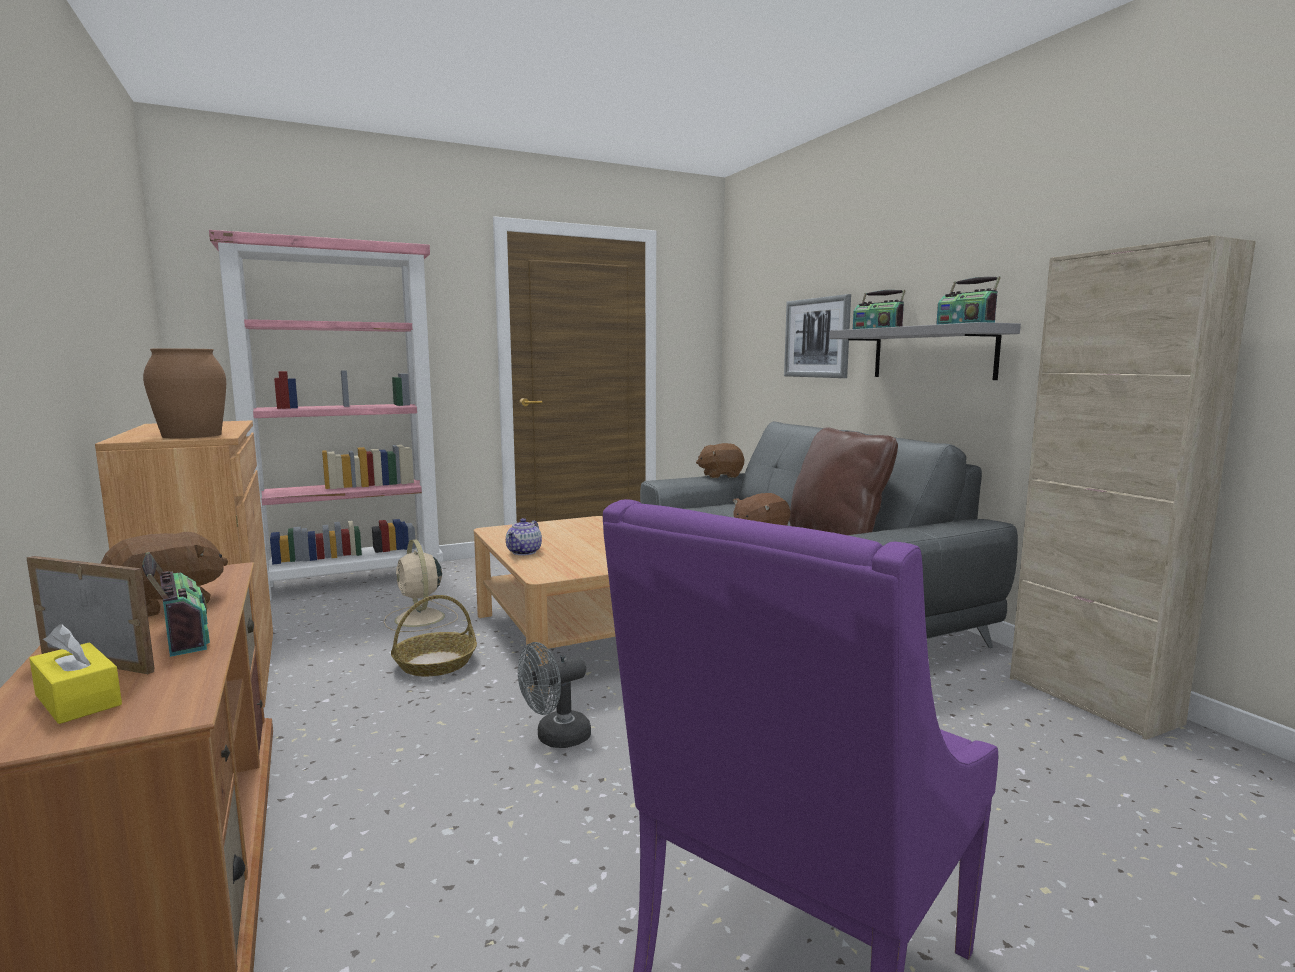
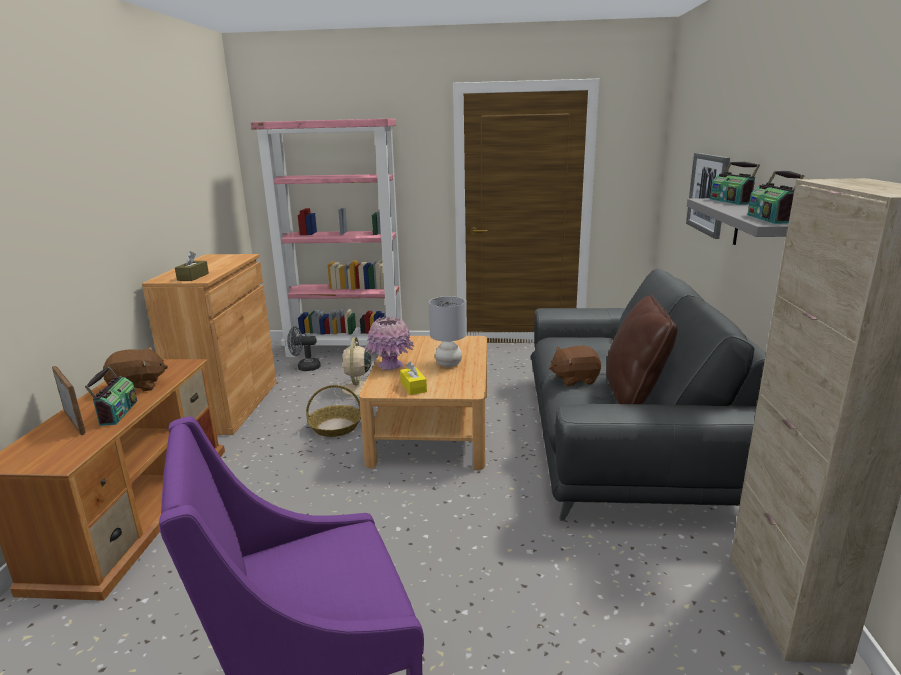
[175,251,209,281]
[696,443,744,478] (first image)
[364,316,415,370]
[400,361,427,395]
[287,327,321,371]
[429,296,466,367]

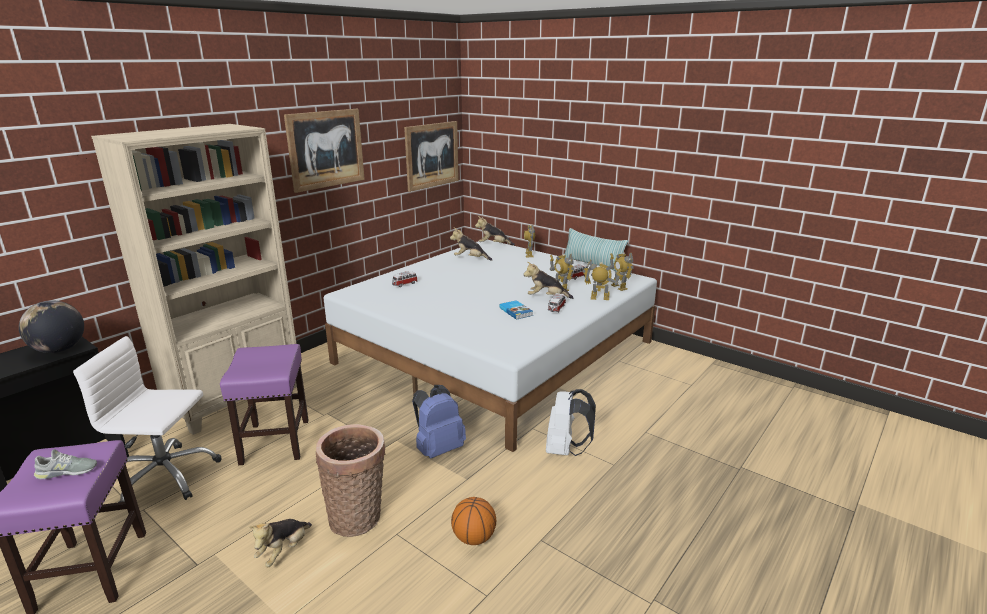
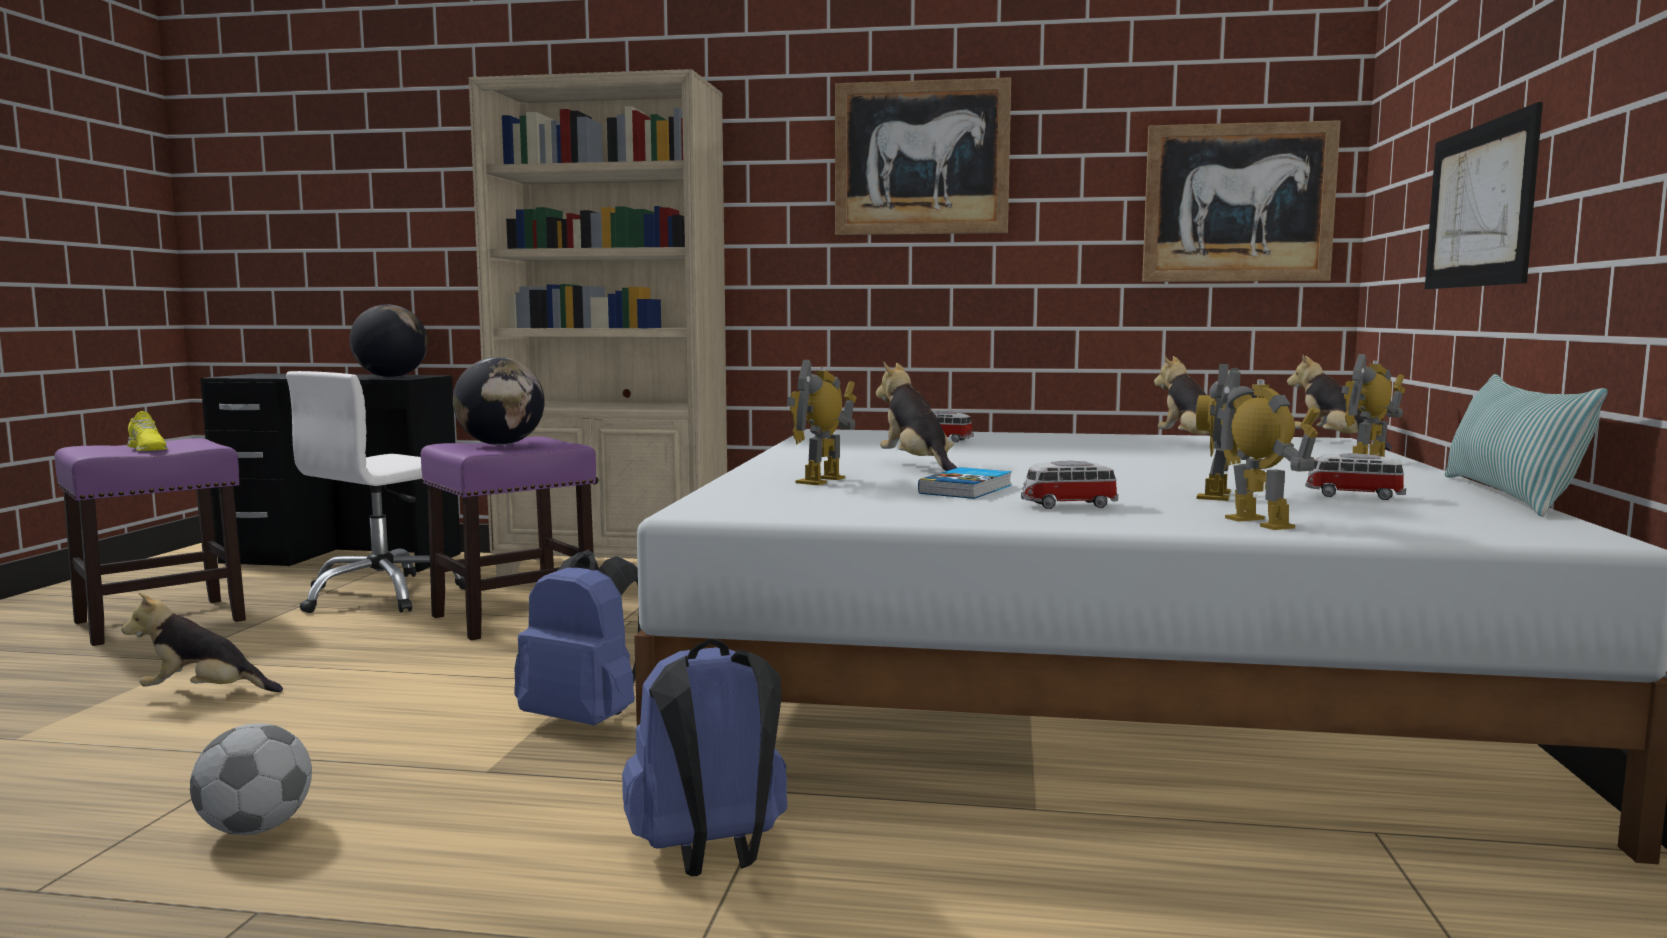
[787,360,857,485]
[876,362,957,471]
[286,371,465,613]
[622,638,787,876]
[316,424,386,537] (first image)
[127,411,167,451]
[190,723,312,835]
[1425,102,1543,289]
[453,357,544,445]

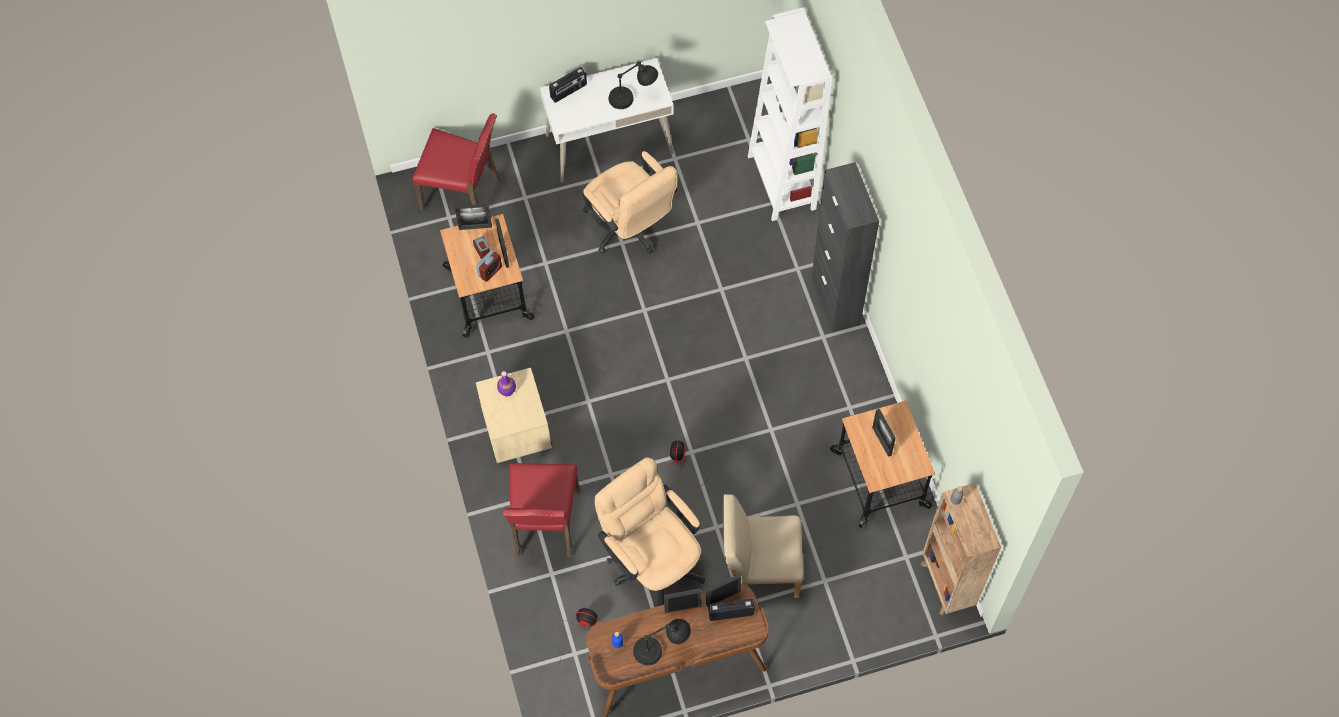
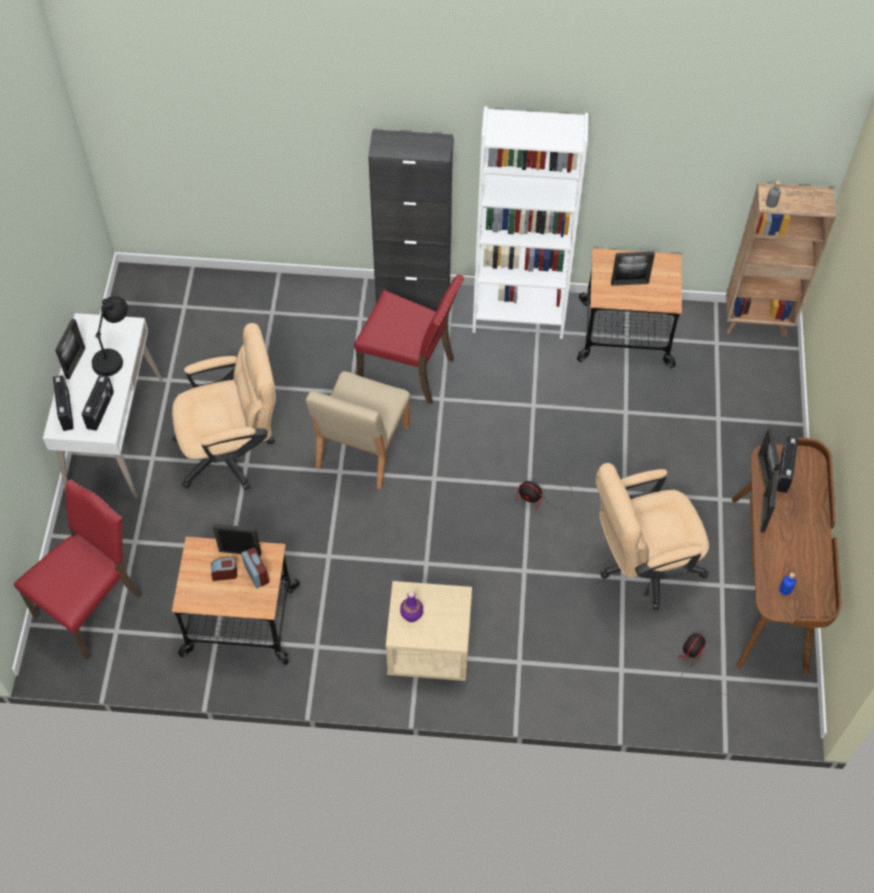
[472,106,589,339]
[55,319,85,379]
[354,274,464,404]
[306,371,410,490]
[633,619,691,665] (first image)
[82,375,114,431]

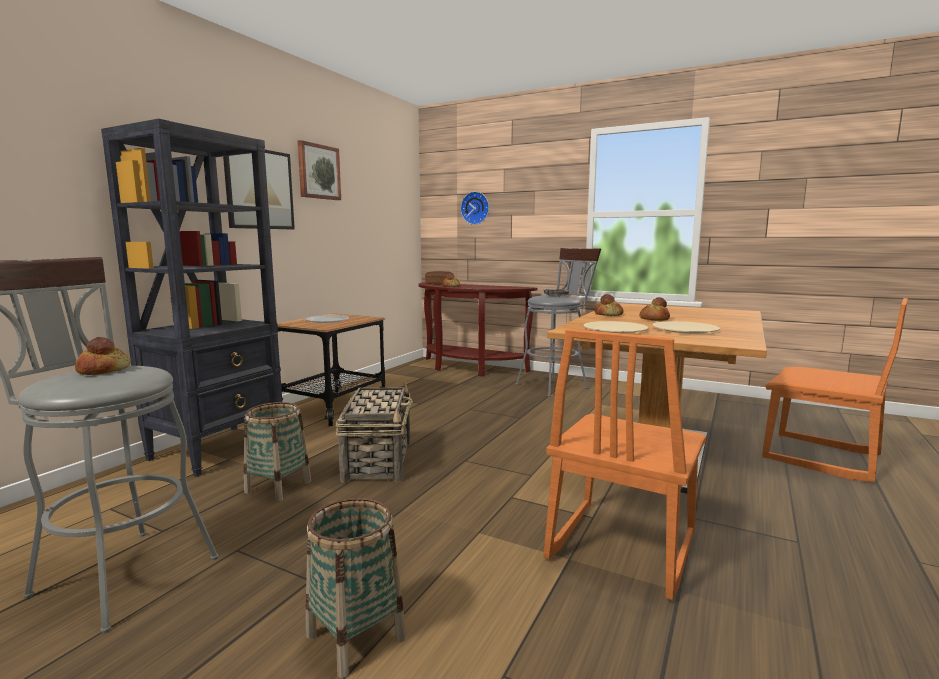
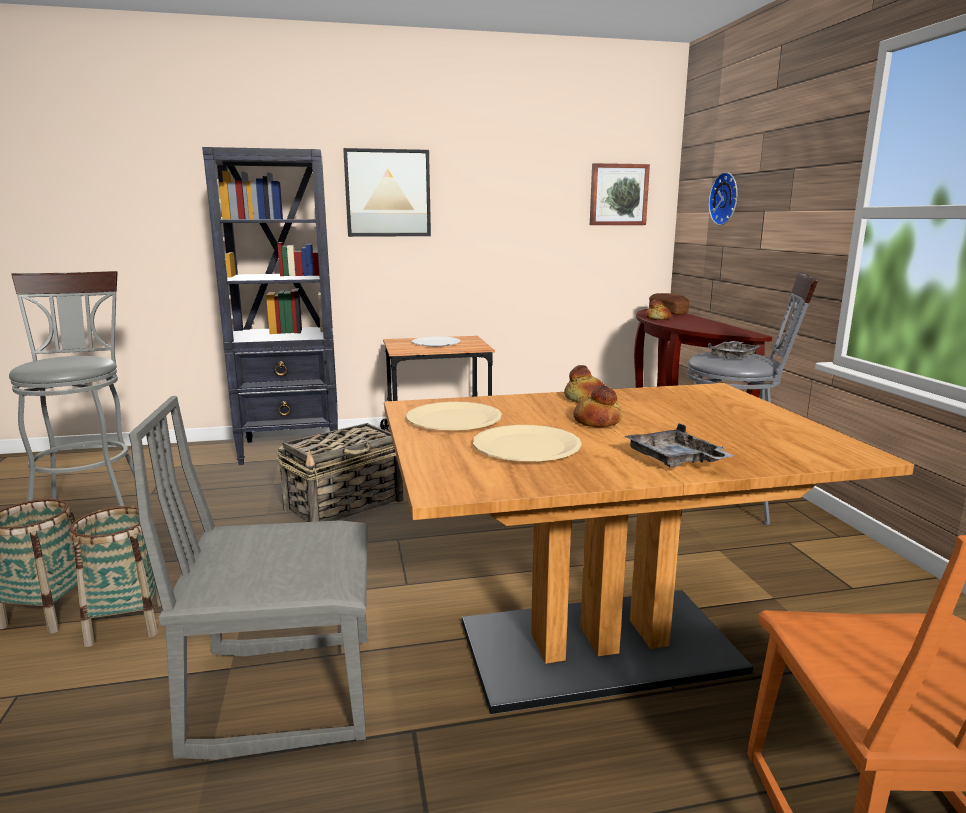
[590,163,650,225]
[129,396,368,760]
[75,337,131,375] (first image)
[69,506,161,647]
[624,424,734,467]

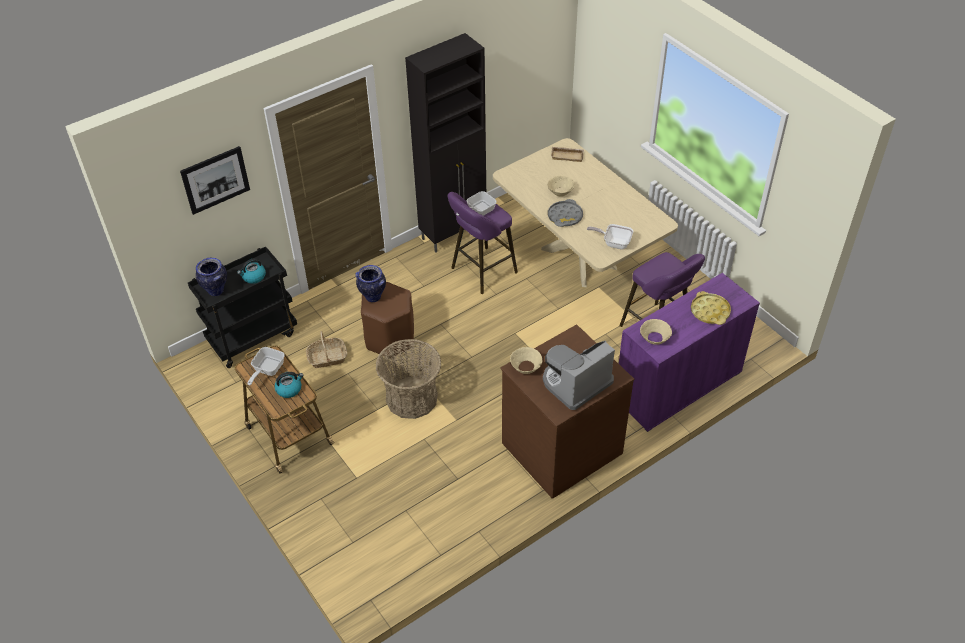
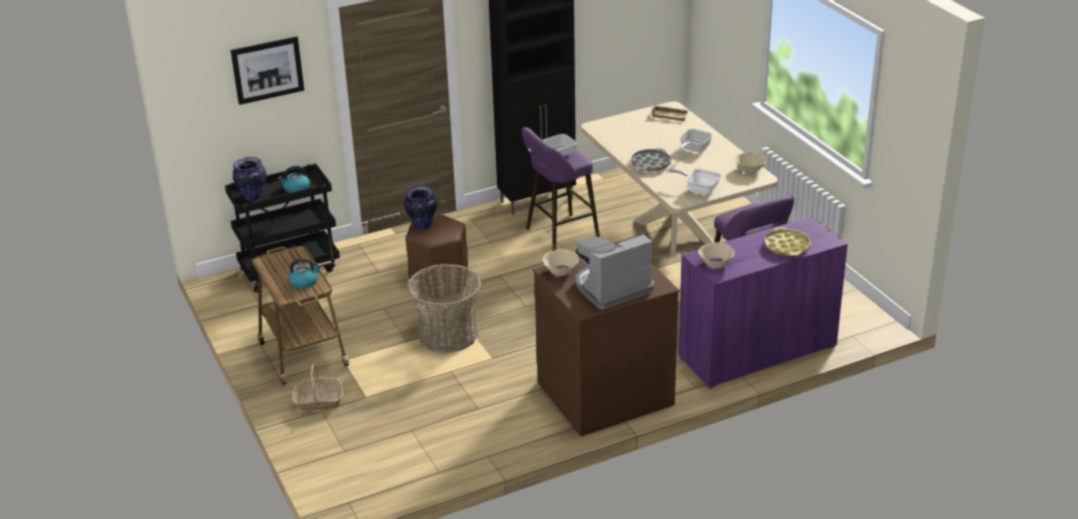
[735,152,767,173]
[292,364,343,411]
[678,129,713,152]

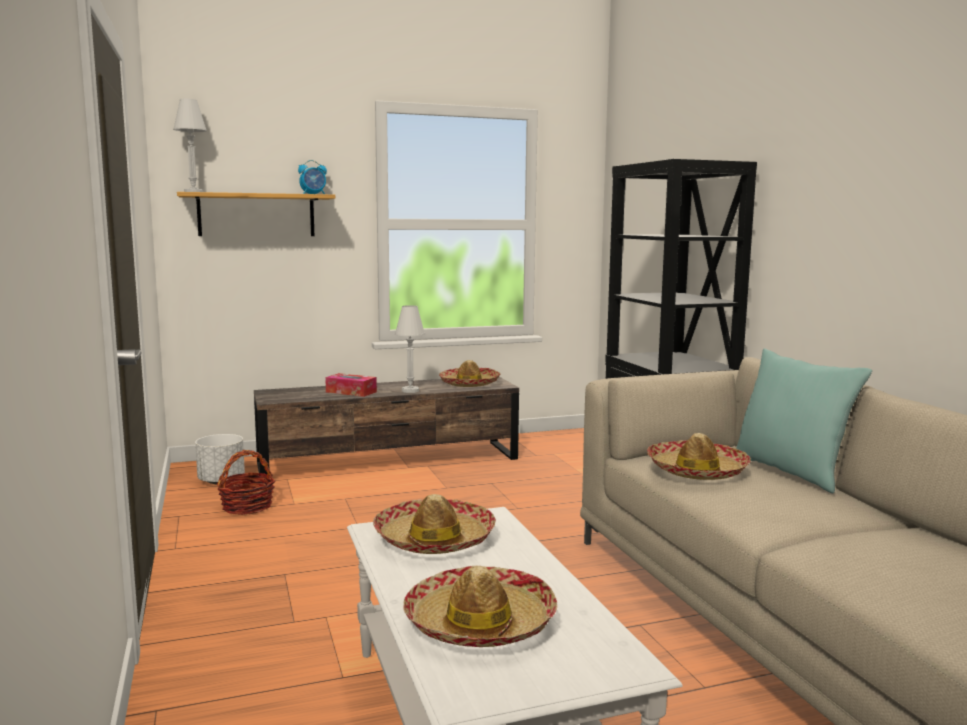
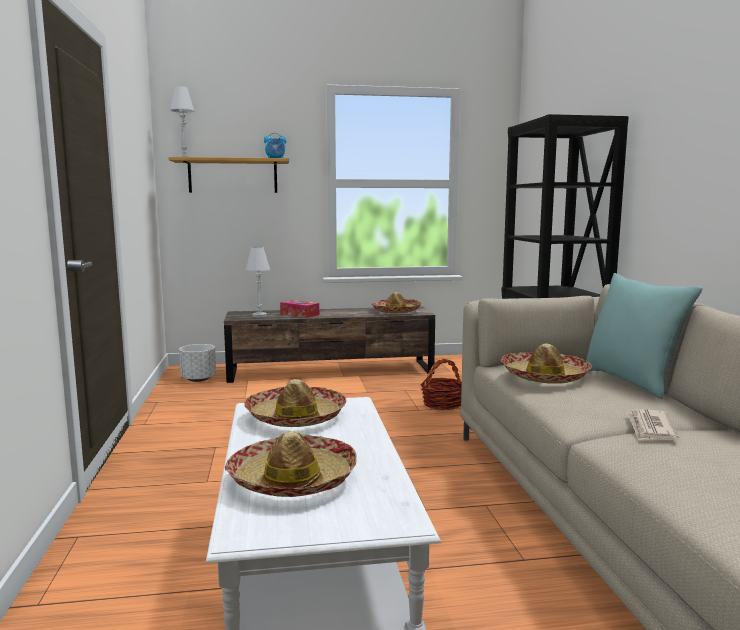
[246,247,270,317]
[420,359,462,410]
[627,409,679,441]

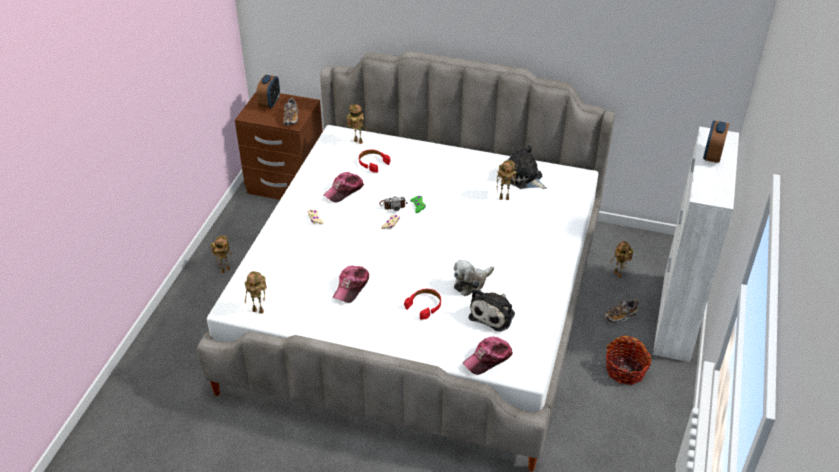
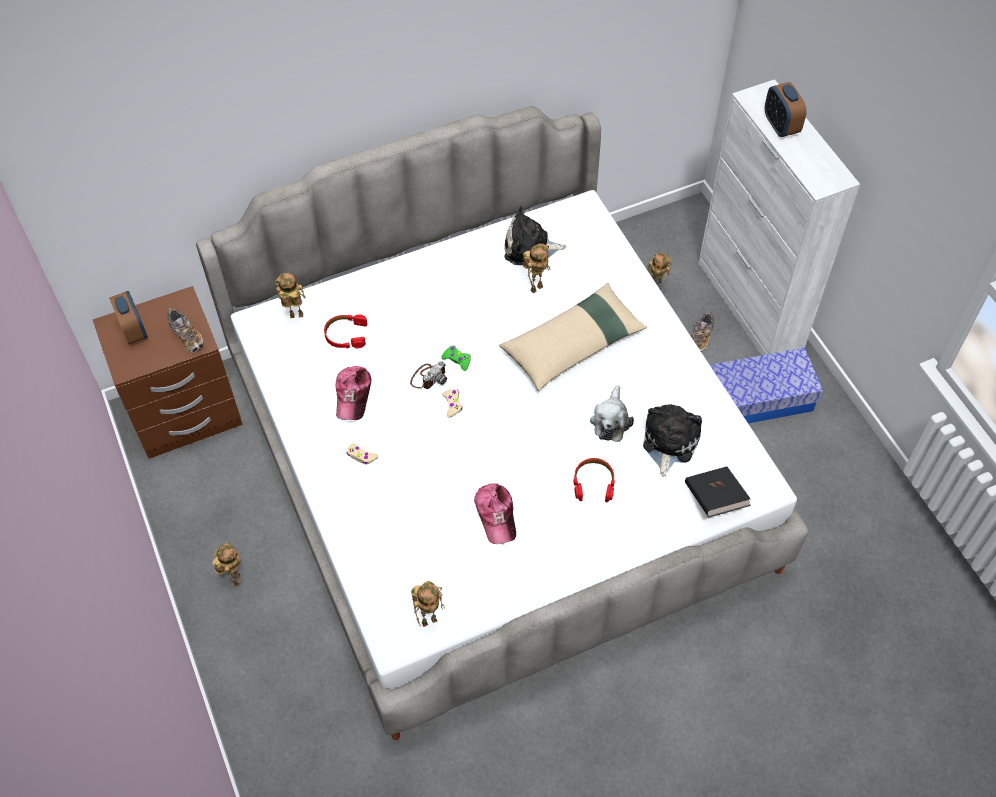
[643,404,702,477]
[710,347,824,423]
[685,466,751,517]
[499,283,647,391]

